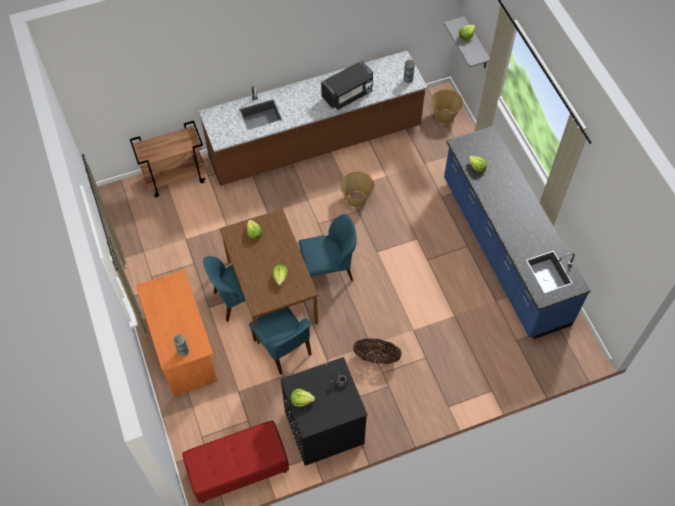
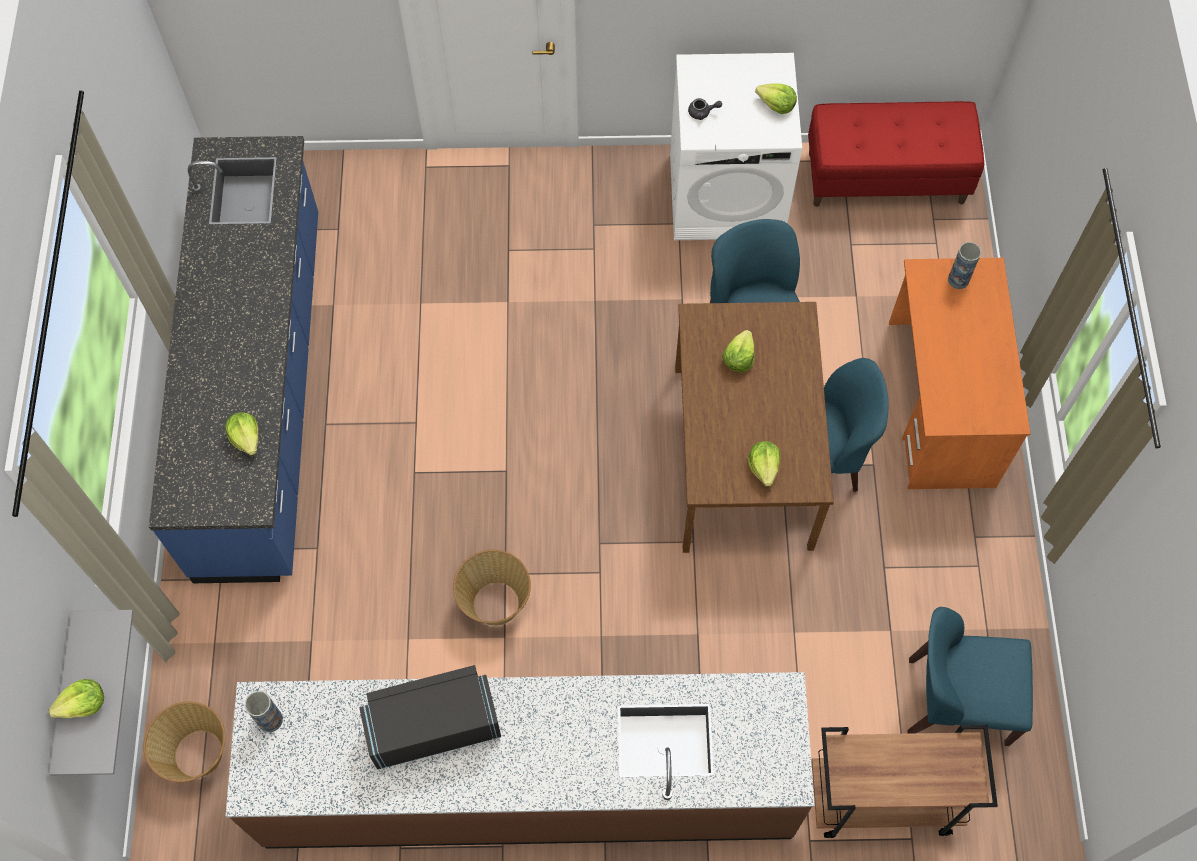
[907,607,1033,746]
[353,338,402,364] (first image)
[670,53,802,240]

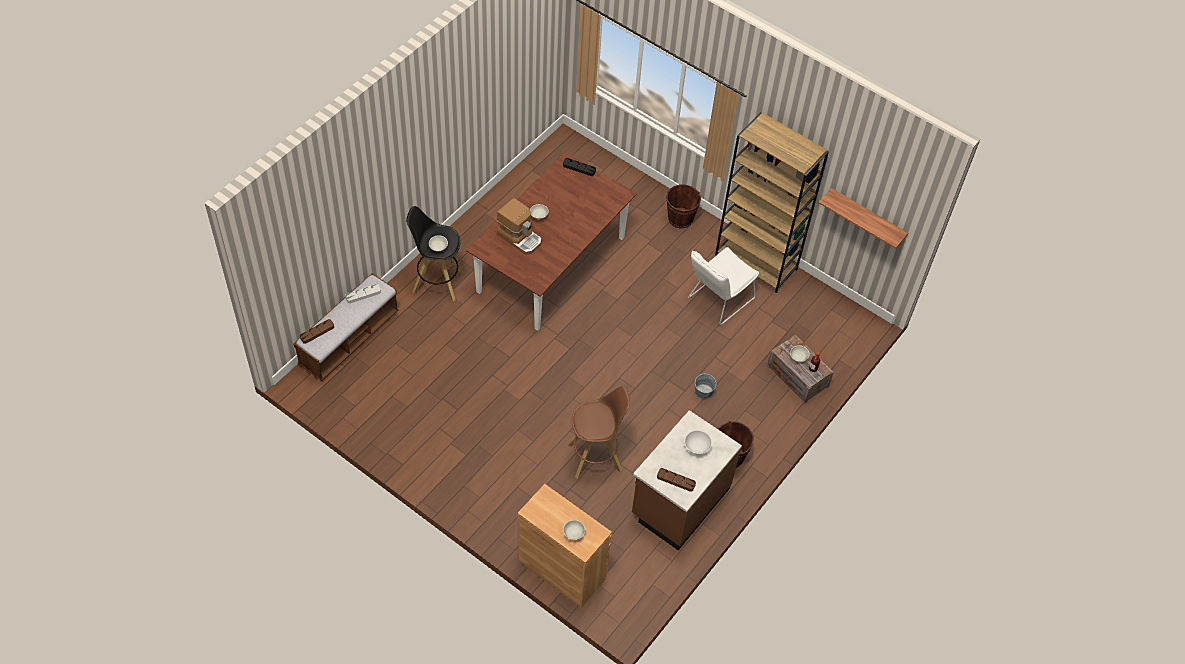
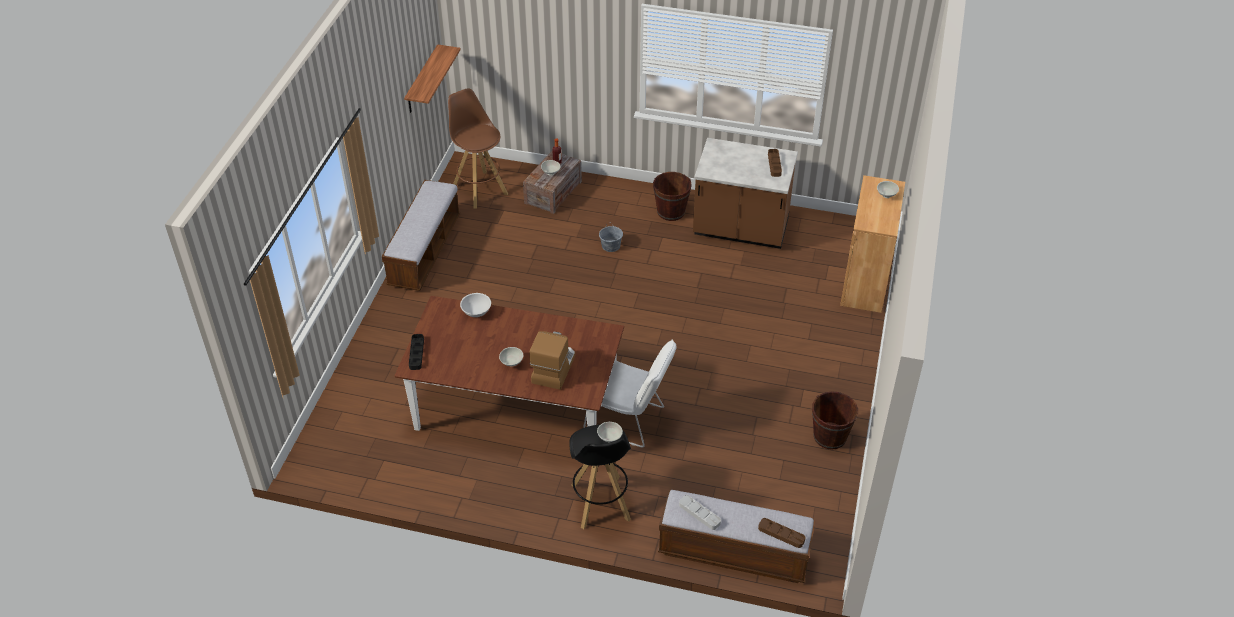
[382,180,460,291]
[812,391,858,450]
[583,340,677,448]
[448,88,508,209]
[460,293,491,317]

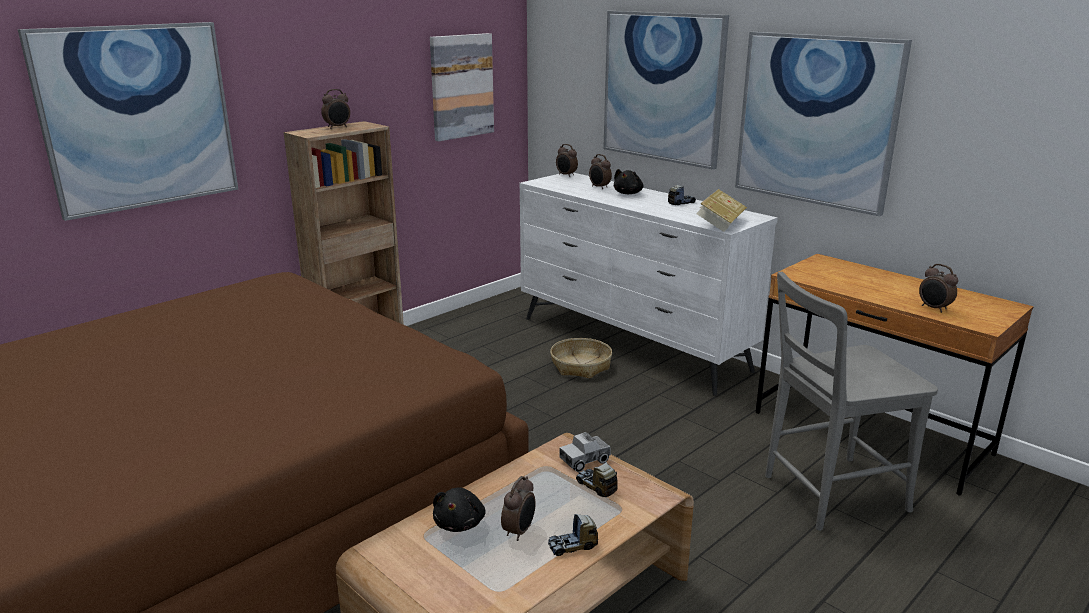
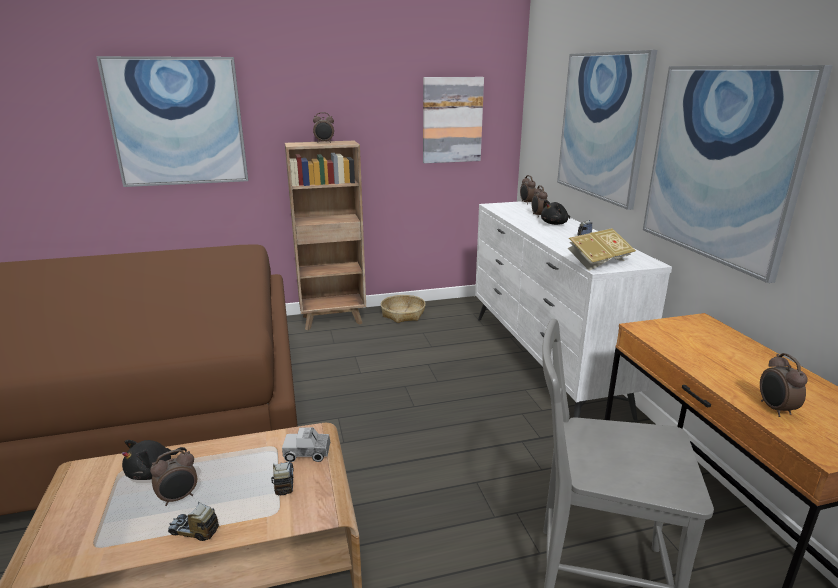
[381,295,426,323]

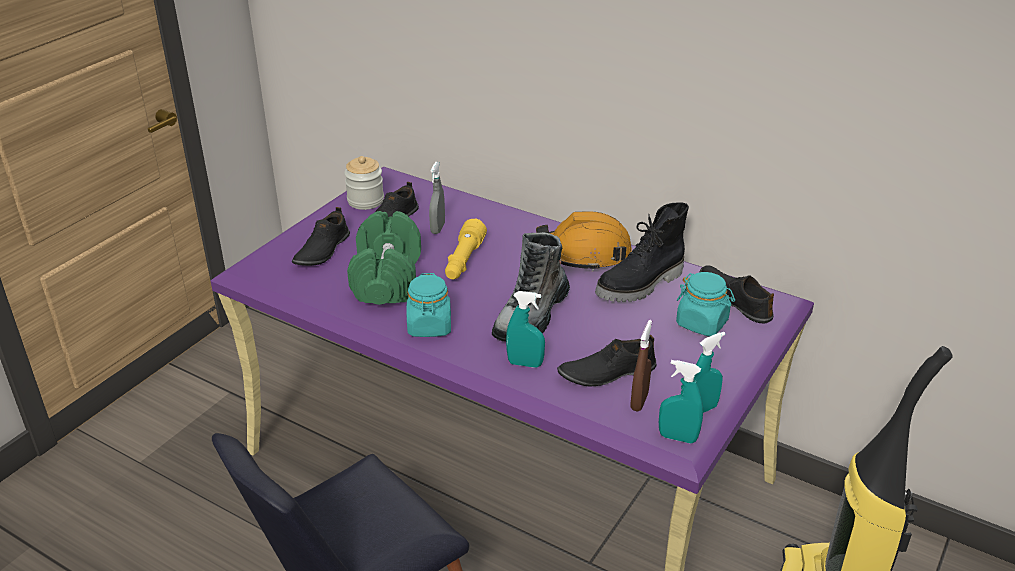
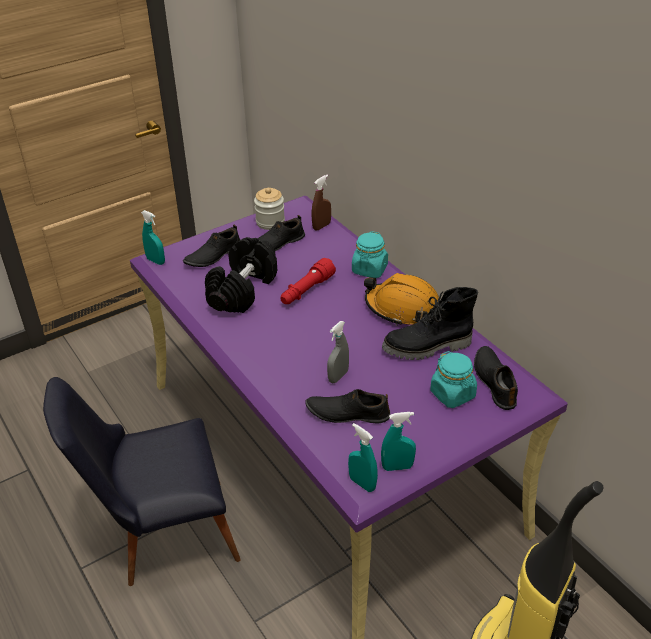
[327,321,349,383]
[205,237,277,313]
[280,258,336,304]
[492,232,570,342] (first image)
[352,231,388,278]
[141,210,165,265]
[312,175,331,230]

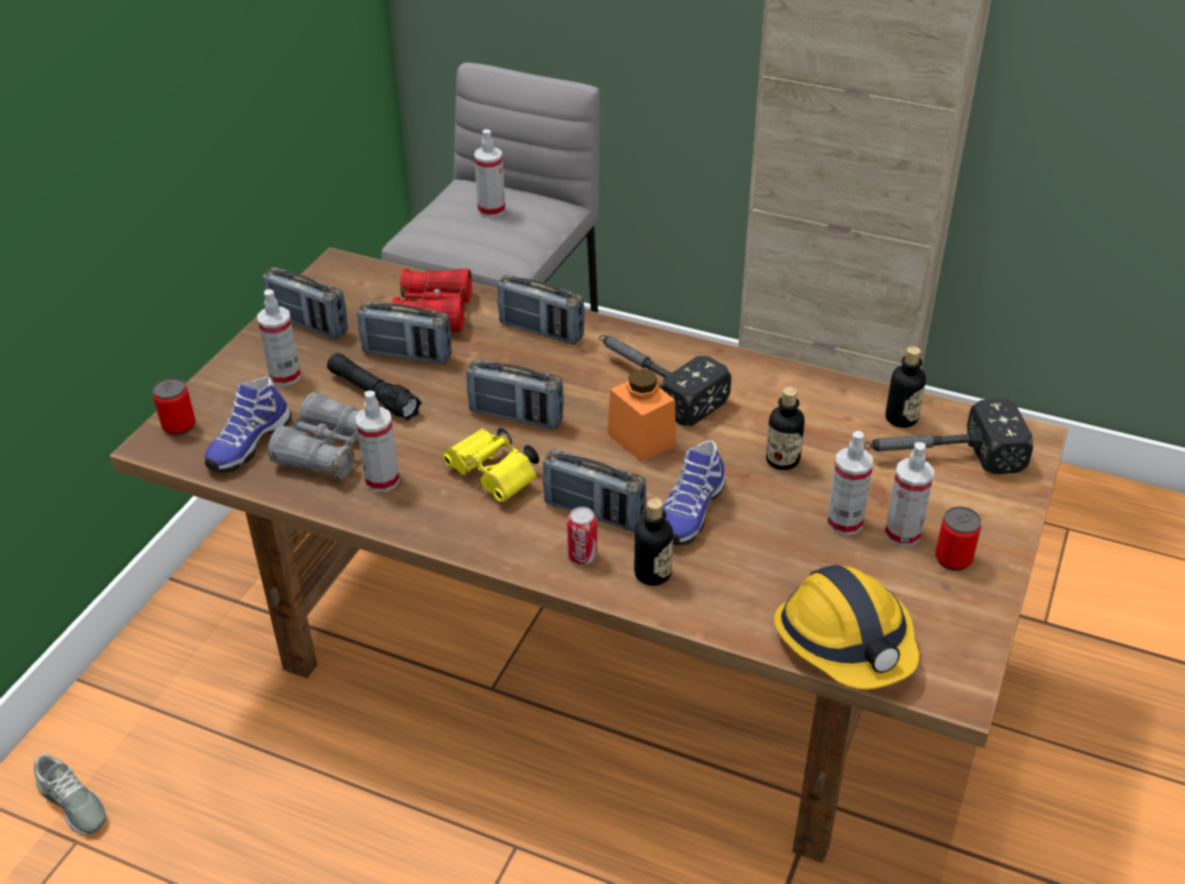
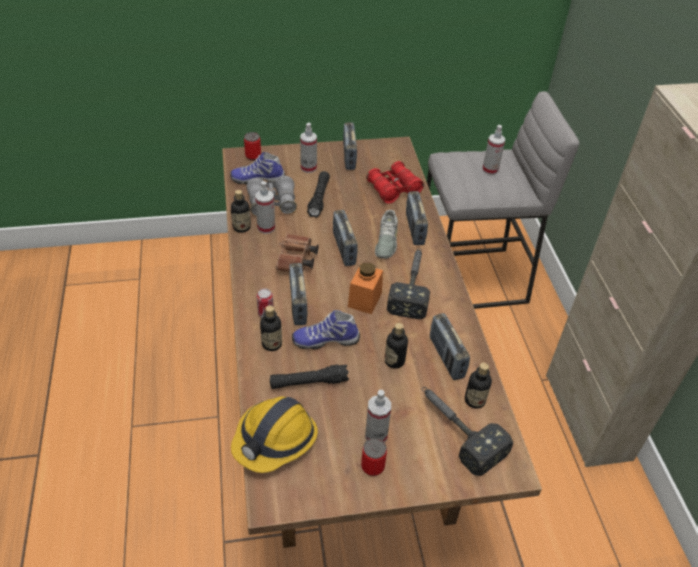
[430,313,470,380]
[276,234,319,272]
[827,431,873,536] (first image)
[375,210,398,259]
[231,190,251,233]
[270,364,349,389]

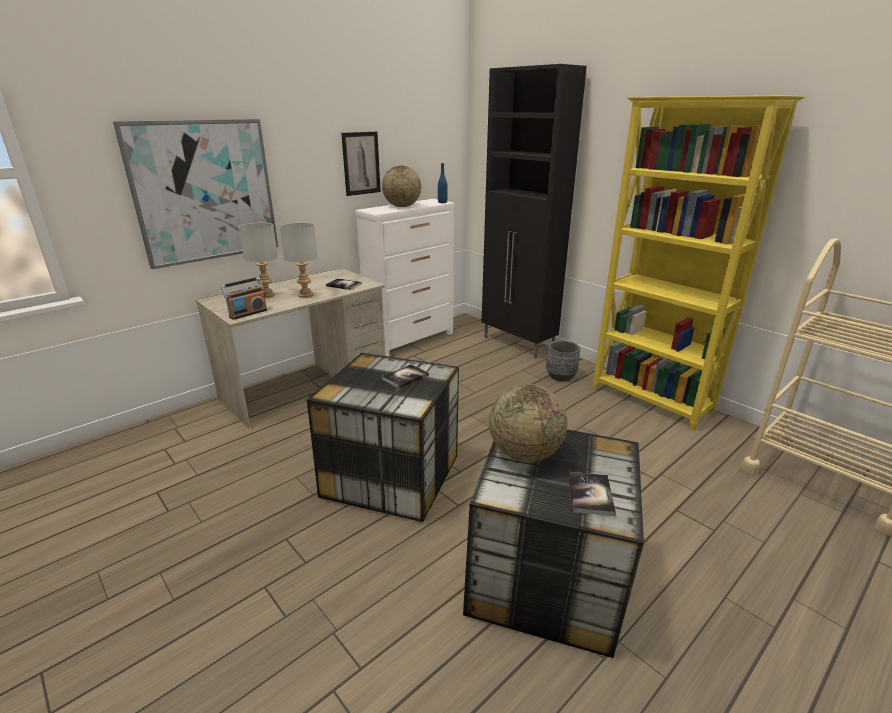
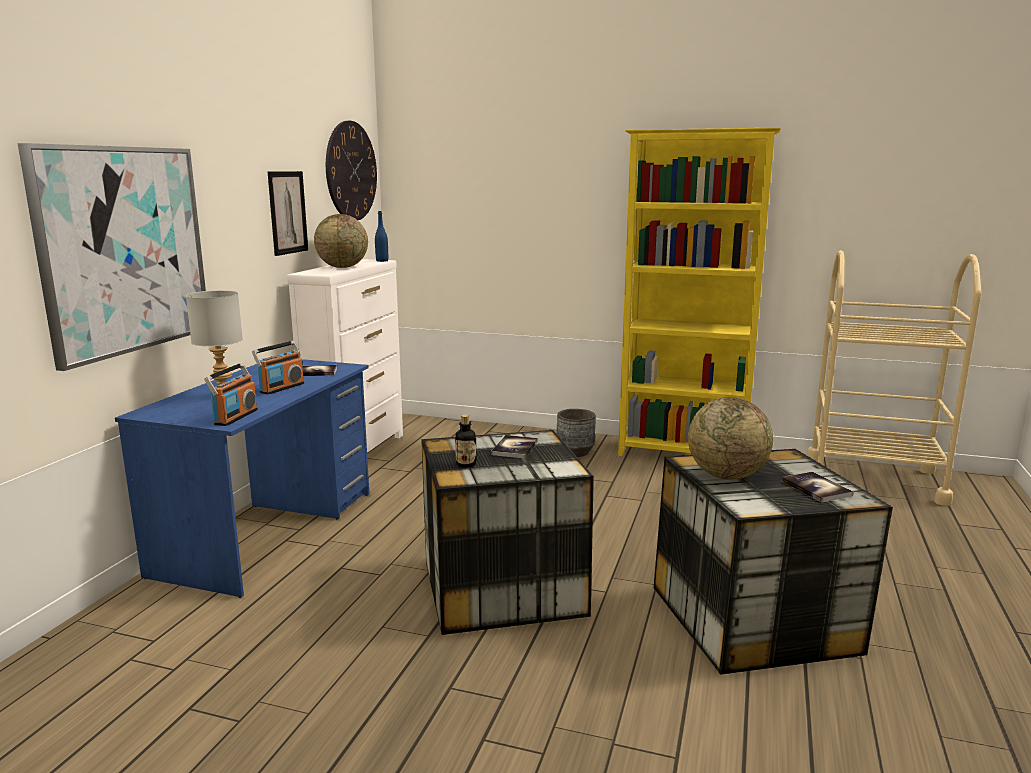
[482,64,587,358] (first image)
[252,341,305,395]
[115,359,369,598]
[326,121,377,220]
[455,414,476,468]

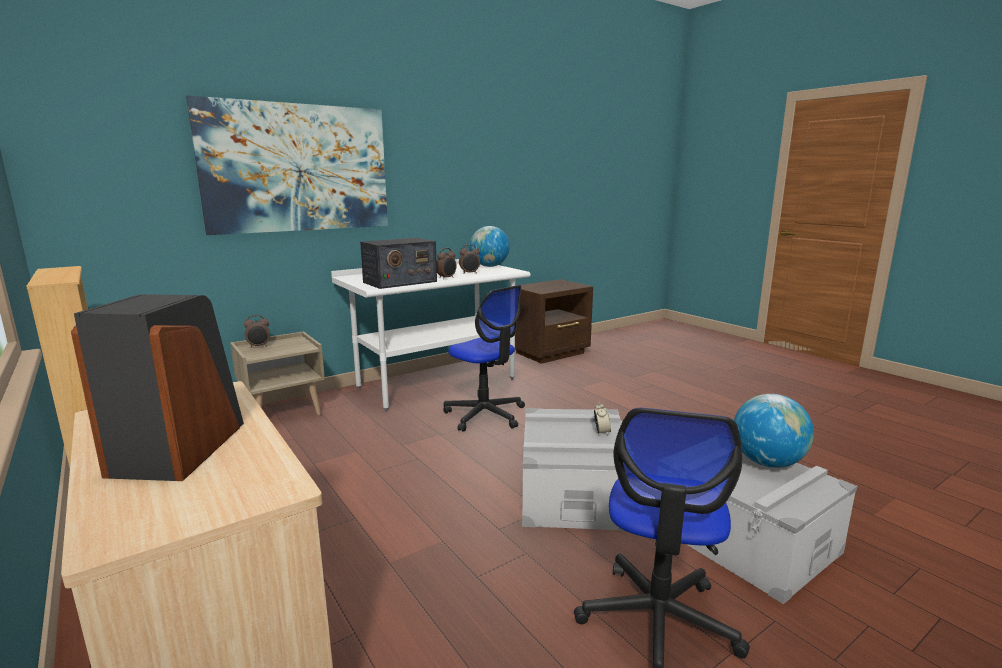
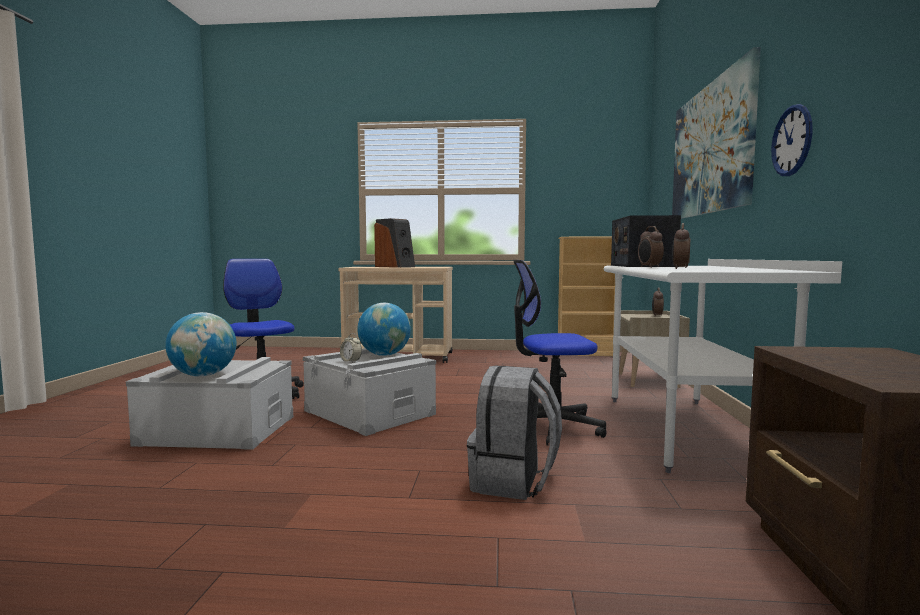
[357,303,411,356]
[771,104,813,176]
[467,366,562,500]

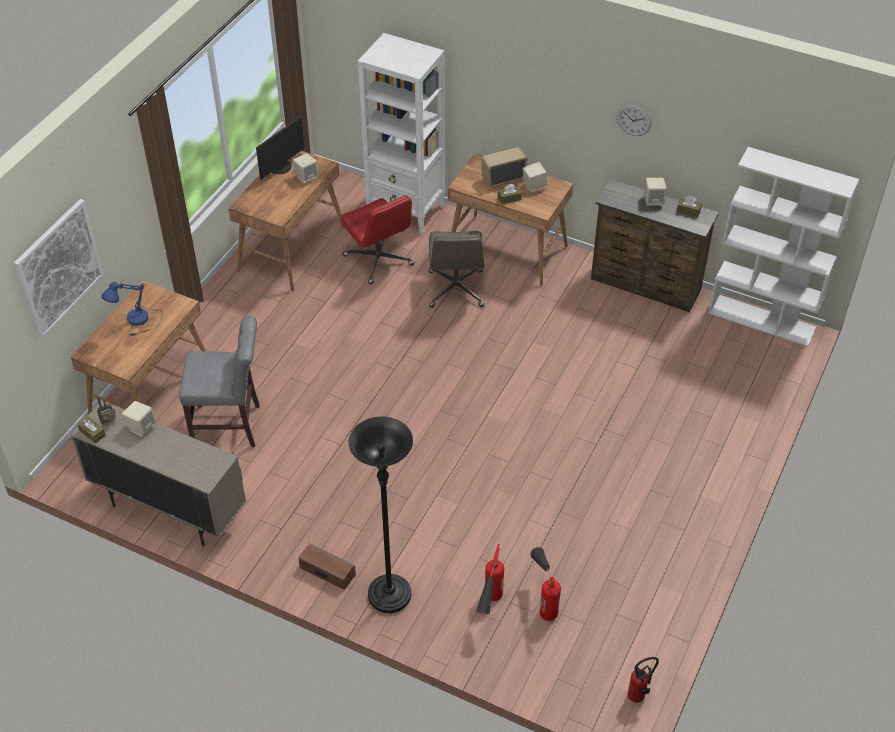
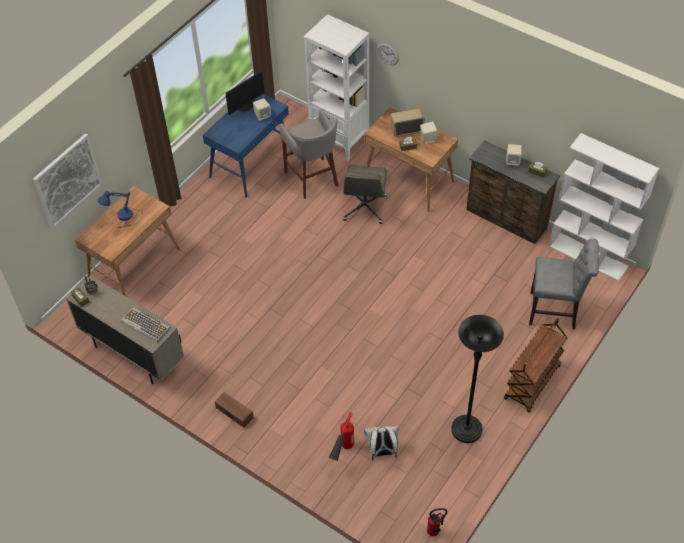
[377,43,399,65]
[203,94,289,198]
[280,109,338,199]
[529,238,599,329]
[122,401,156,437] (first image)
[451,315,504,443]
[364,426,399,460]
[121,307,170,343]
[504,318,568,412]

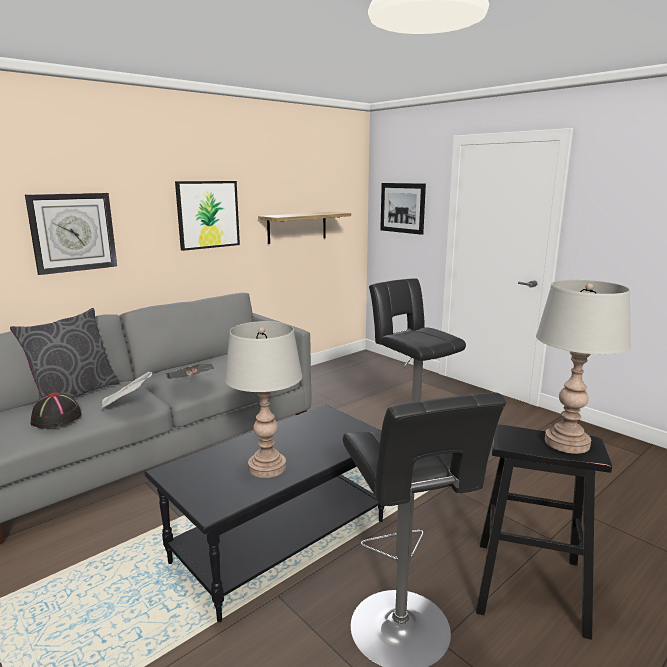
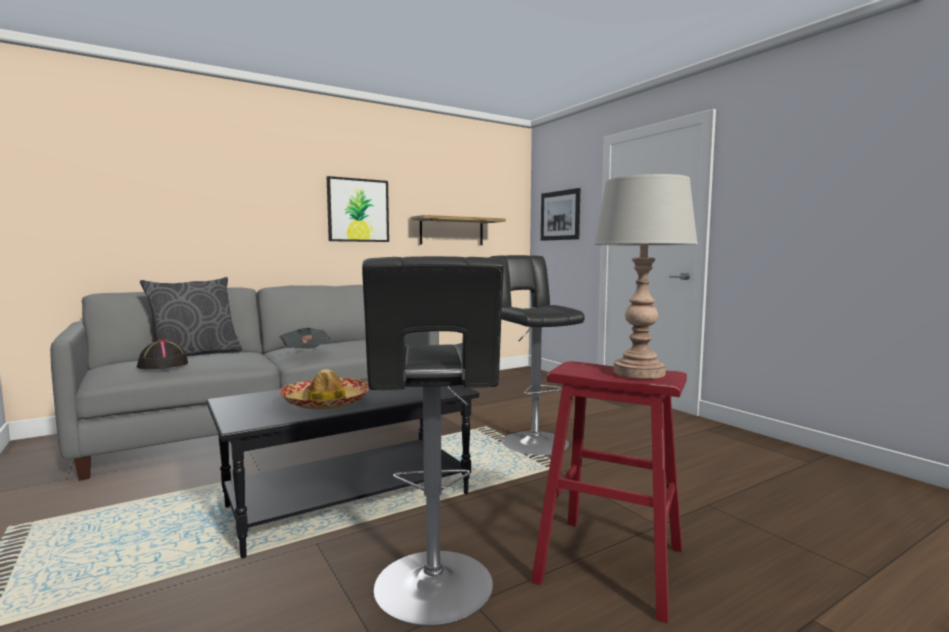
[25,193,117,275] (first image)
[279,369,369,409]
[101,372,153,409] (first image)
[531,361,687,623]

